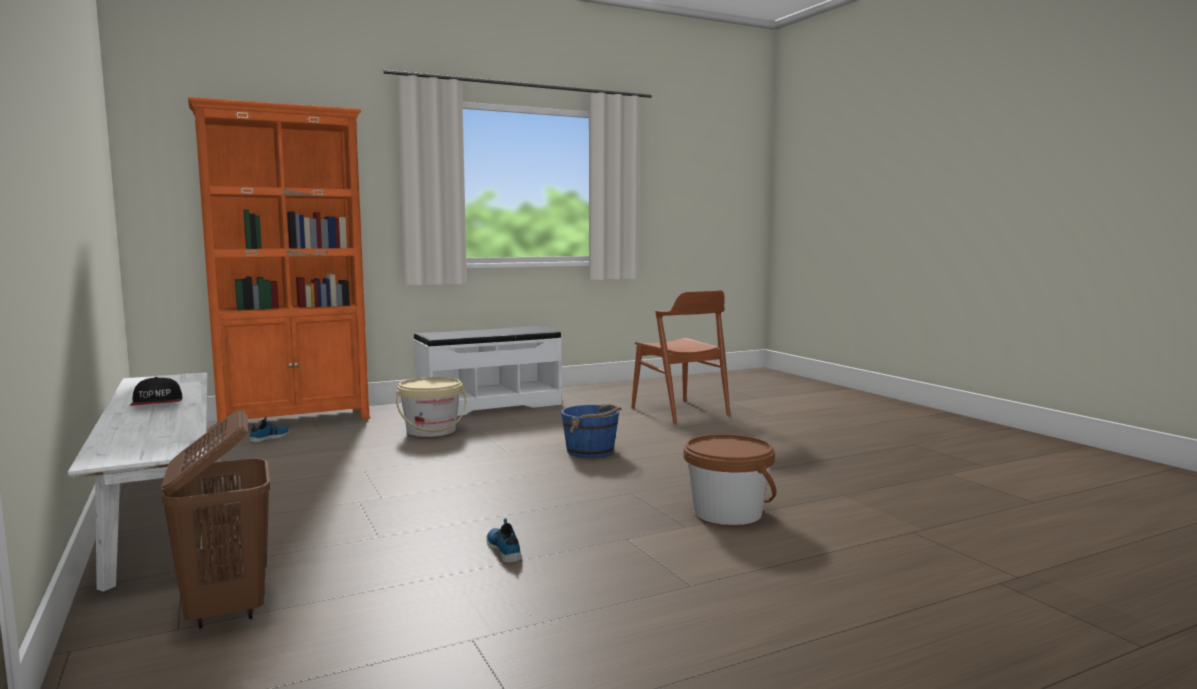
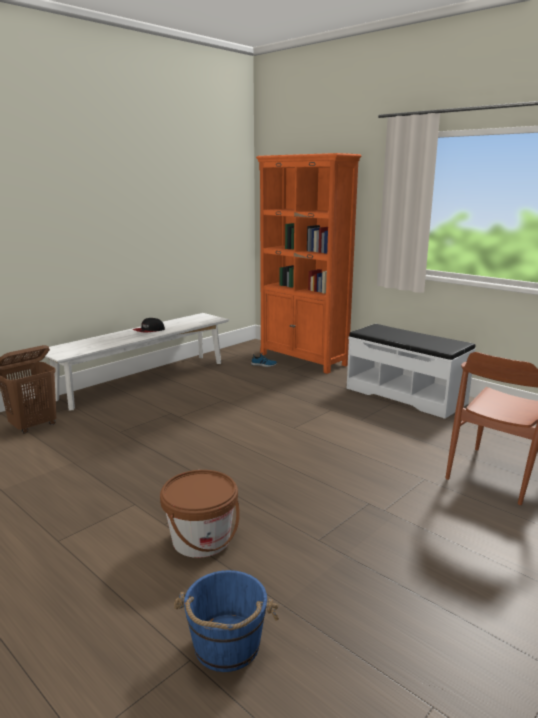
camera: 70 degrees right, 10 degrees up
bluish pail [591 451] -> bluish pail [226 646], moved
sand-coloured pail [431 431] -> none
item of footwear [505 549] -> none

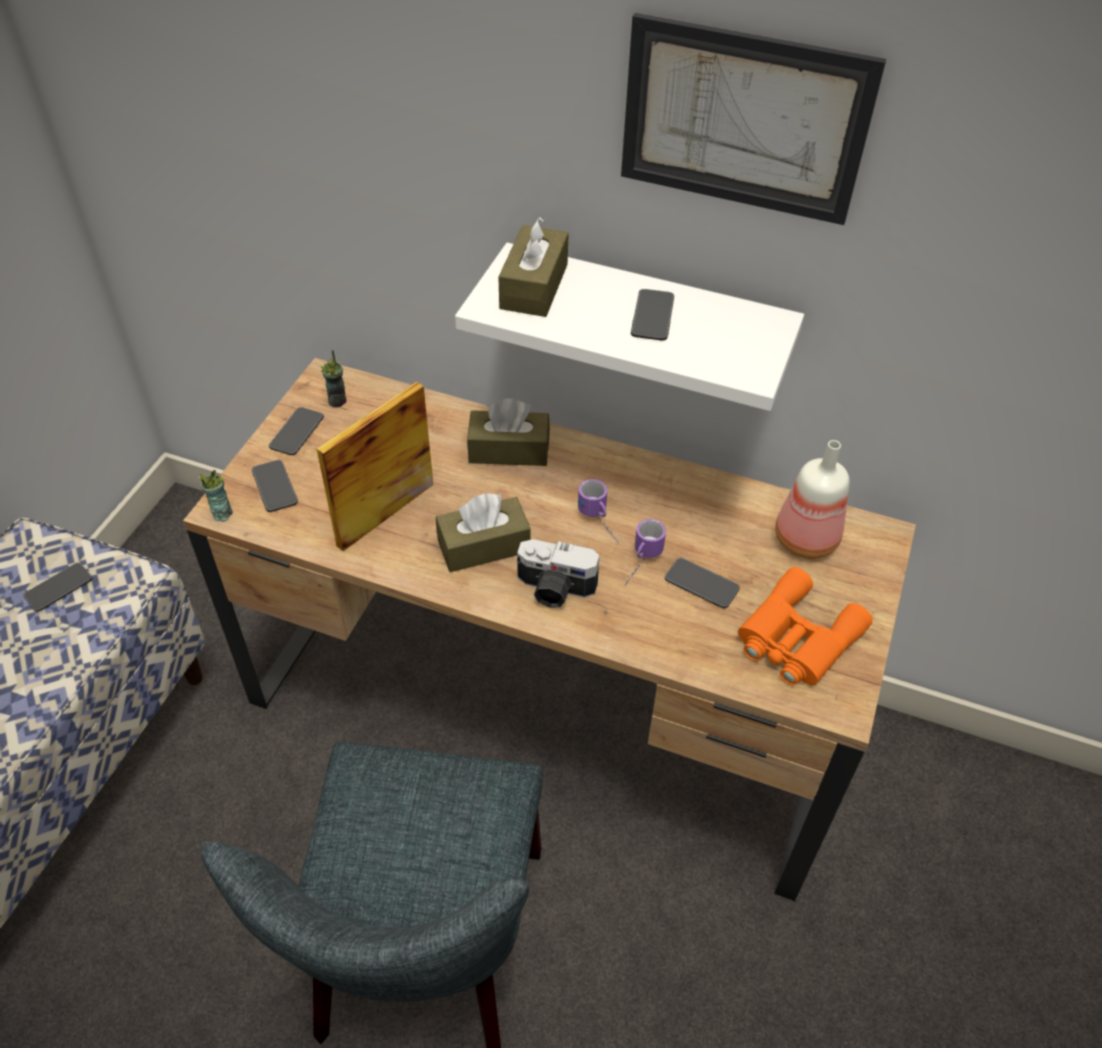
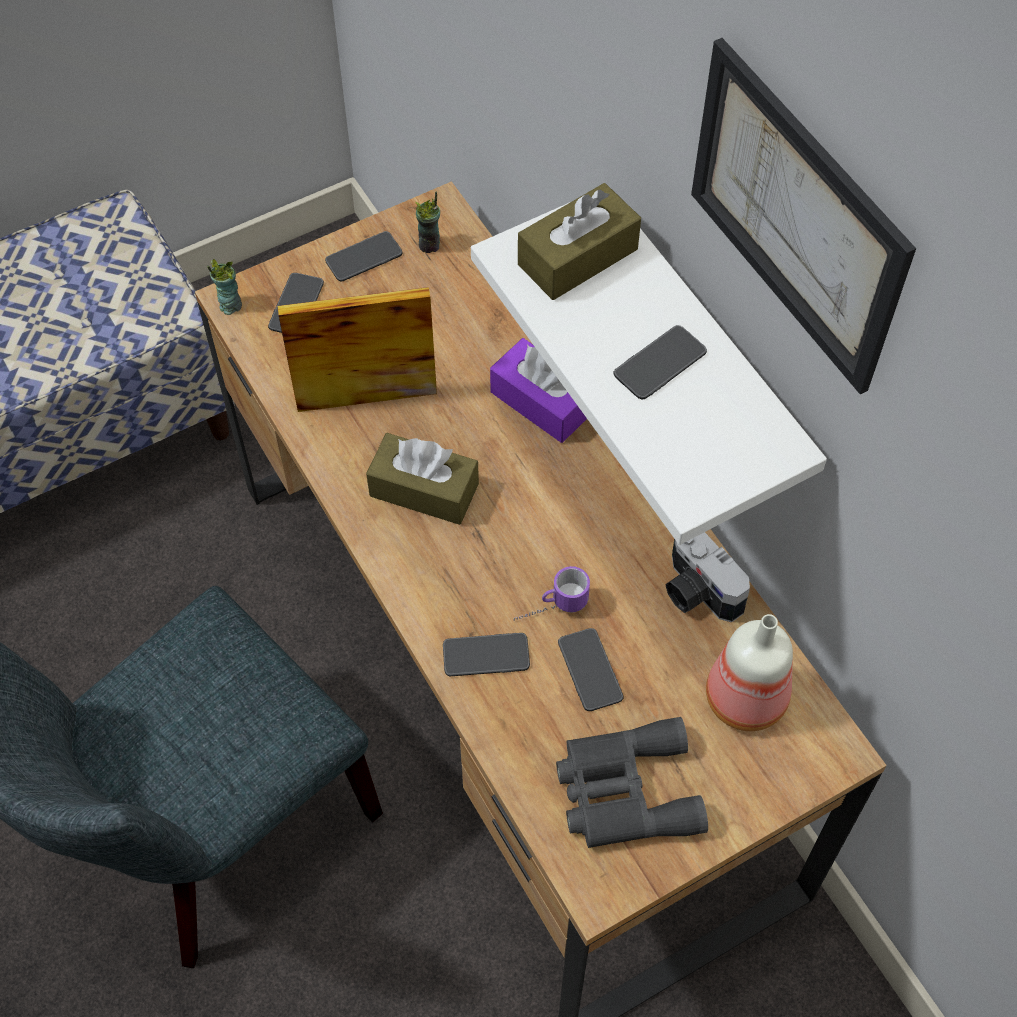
camera: 40 degrees right, 10 degrees up
telephone [58 588] -> telephone [486 655], moved
brown-coloured tissue box [509 450] -> purple tissue box [541 402]
orangey field glasses [795 639] -> grey field glasses [624 791]
photo camera [554 590] -> photo camera [696 591], moved
tea mug [600 524] -> none

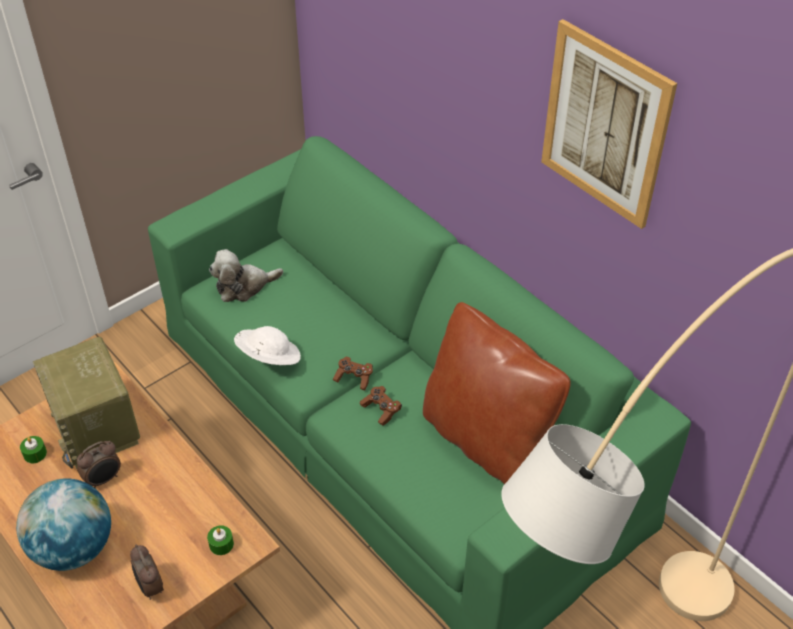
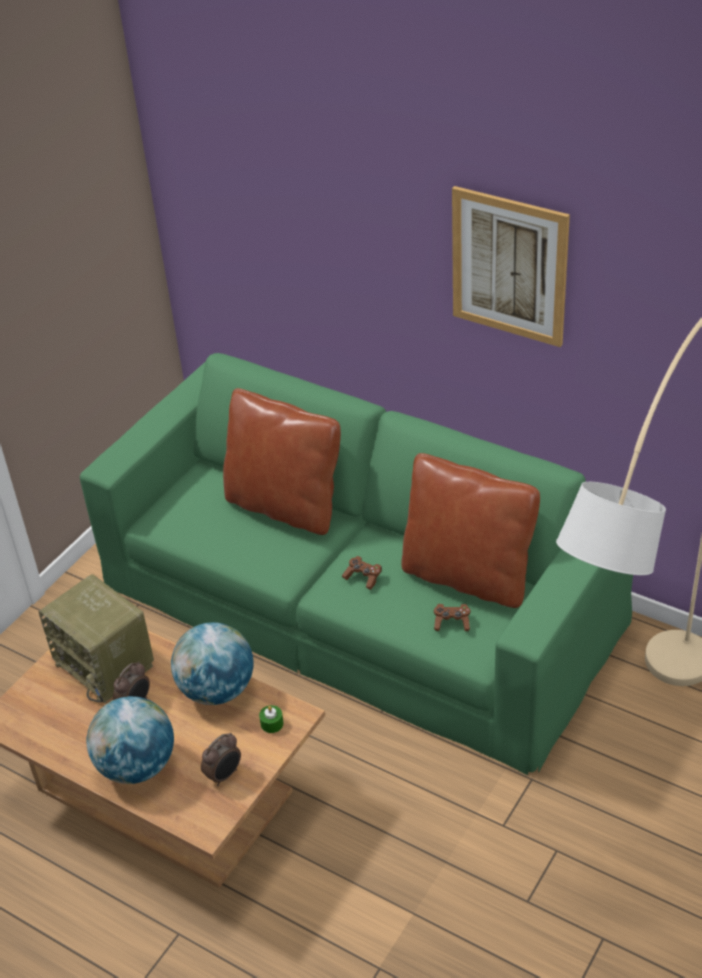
camera: 15 degrees left, 5 degrees down
none -> world globe [217 690]
bedside clock [150 587] -> bedside clock [224 775], 90 degrees counterclockwise
none -> brown-coloured pillow [285 506]
brown-coloured gamepad [354 378] -> brown-coloured gamepad [452 622], moved
green-coloured wax light [35 454] -> none
plush toy [244 286] -> none
white-coloured clothing hat [268 358] -> none

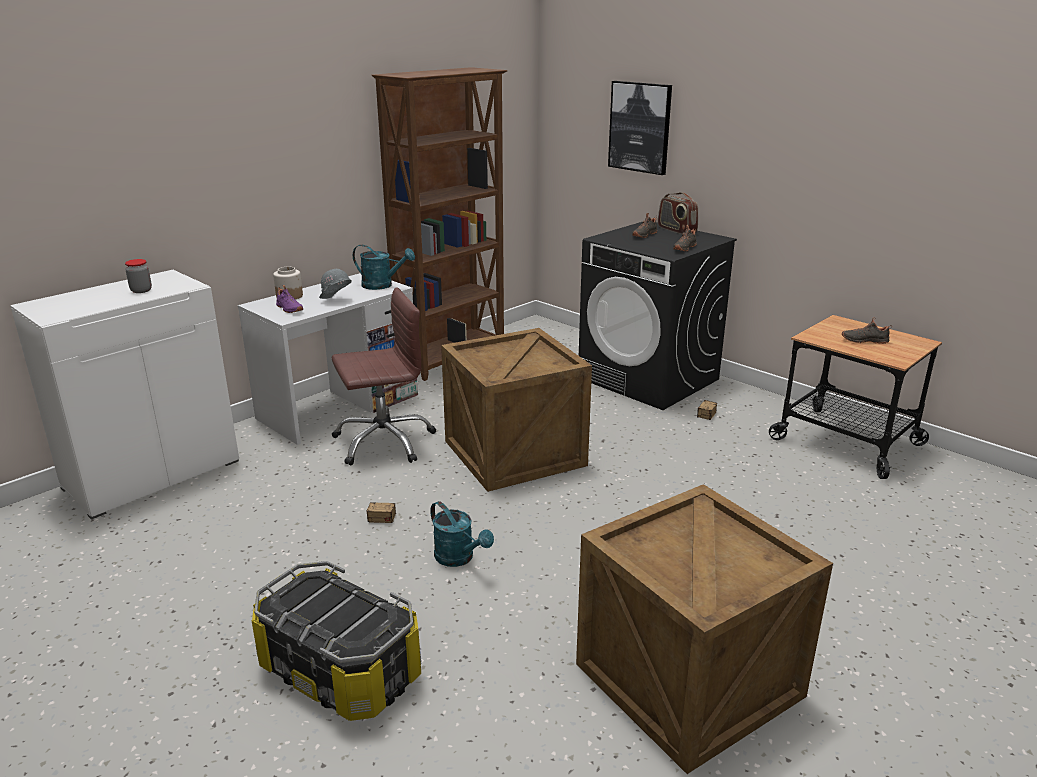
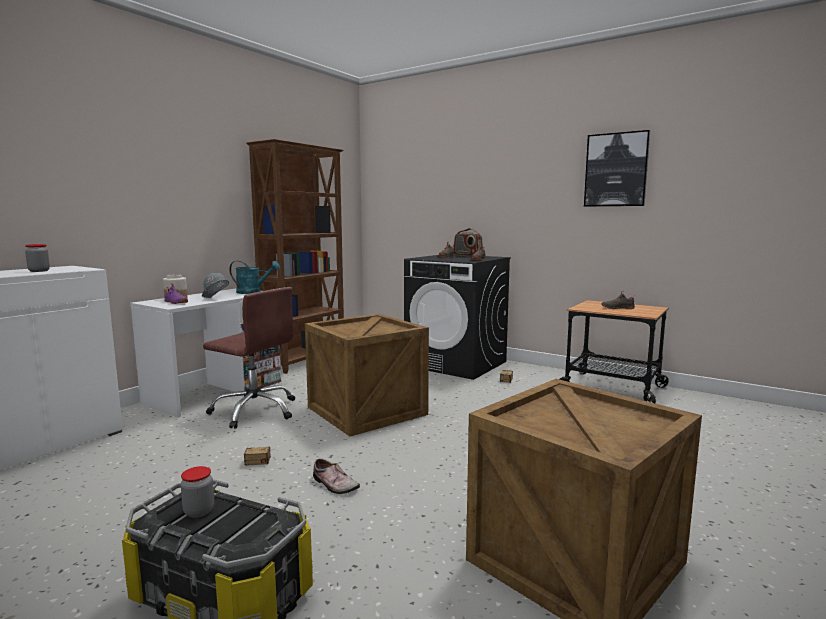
camera: 10 degrees left, 15 degrees down
none -> jar [199 511]
brown-coloured office chair [383 441] -> brown-coloured office chair [255 410], 60 degrees clockwise
blue-green watering pot [459 558] -> item of footwear [333 485]
wall art [640 127] -> wall art [616 170], moved

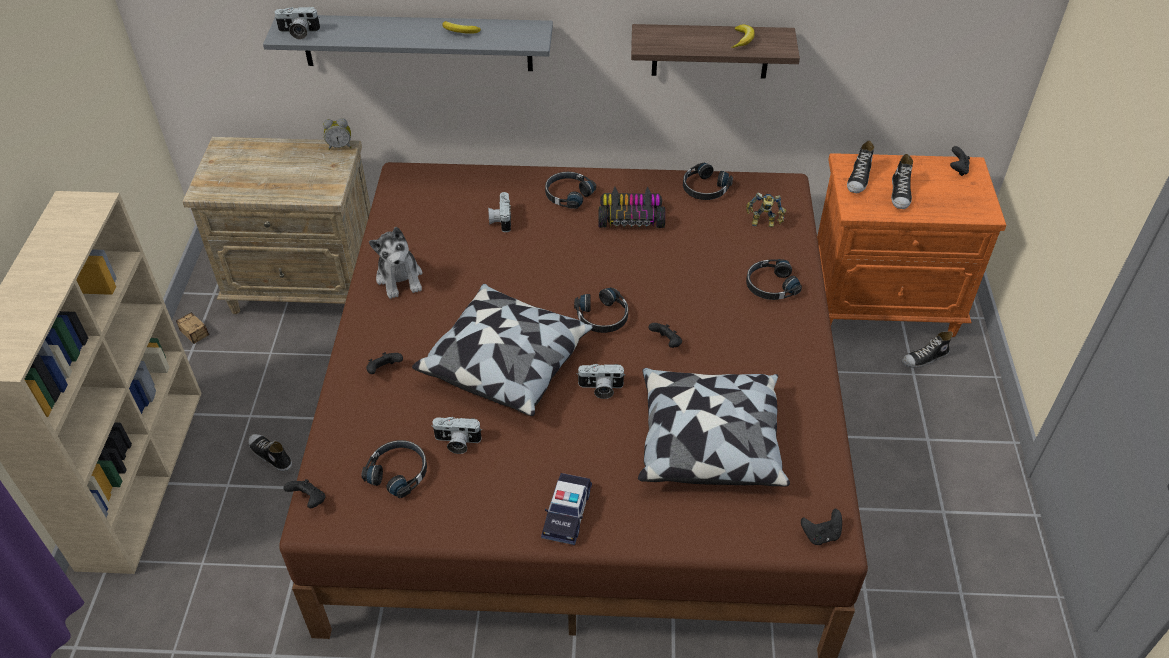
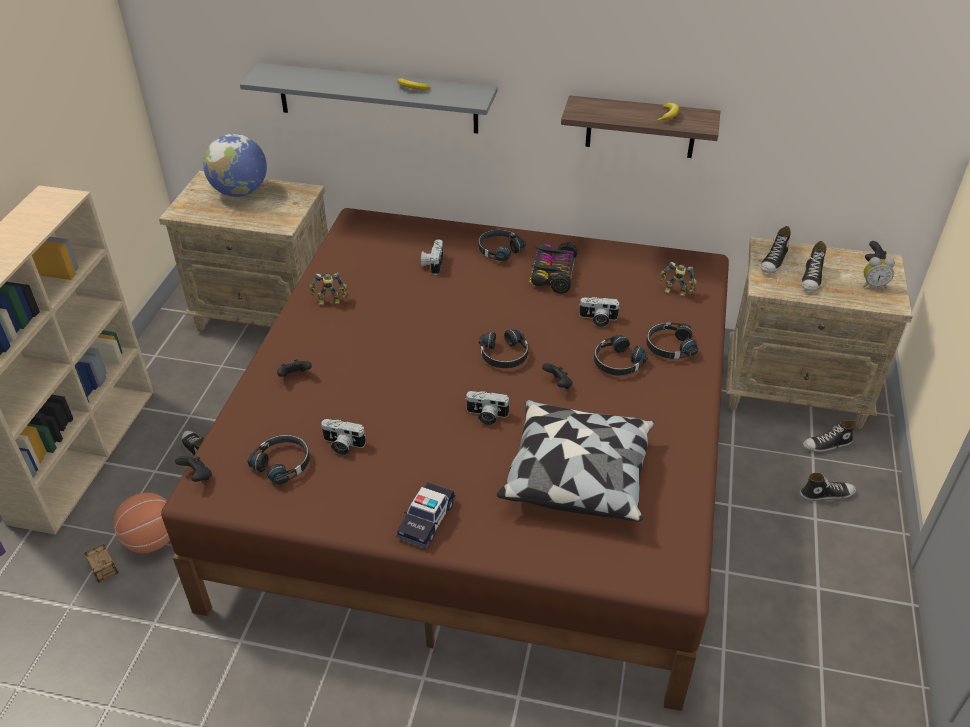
camera: 10 degrees right, 5 degrees down
storage box [204 342] -> storage box [110 582], moved
none -> ball for basketball [152 540]
none -> world globe [240 192]
plush toy [400 278] -> model robot [330 302]
toy car [631 217] -> toy car [552 274], 90 degrees counterclockwise
photo camera [298 33] -> photo camera [598 319], moved
black headphones [704 188] -> black headphones [617 362], moved
orangey bedside table [883 303] -> sand-coloured bedside table [795 390]
none -> item of footwear [826 494]
bedside clock [340 146] -> bedside clock [873 285], moved
pillow [506 363] -> none
black gamepad [821 535] -> none

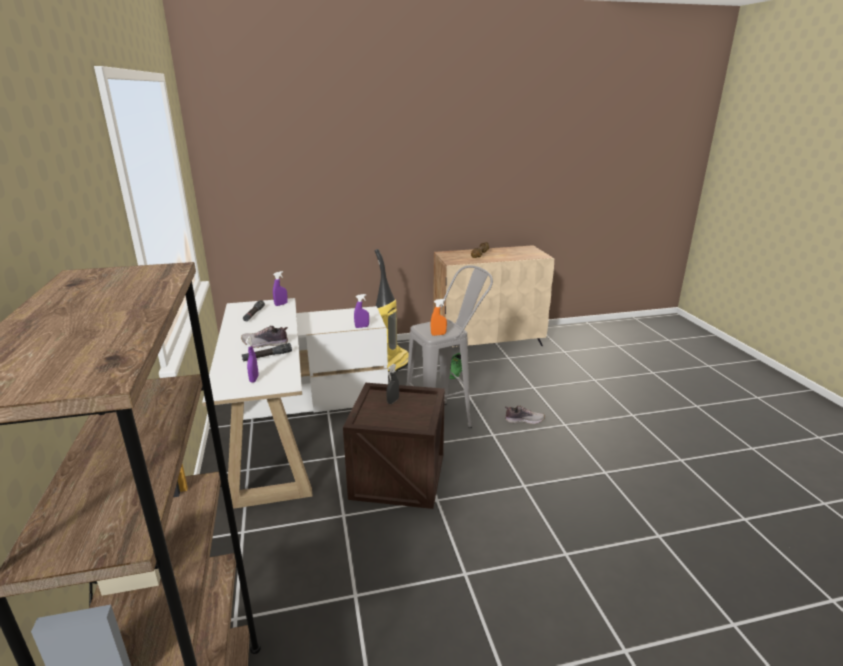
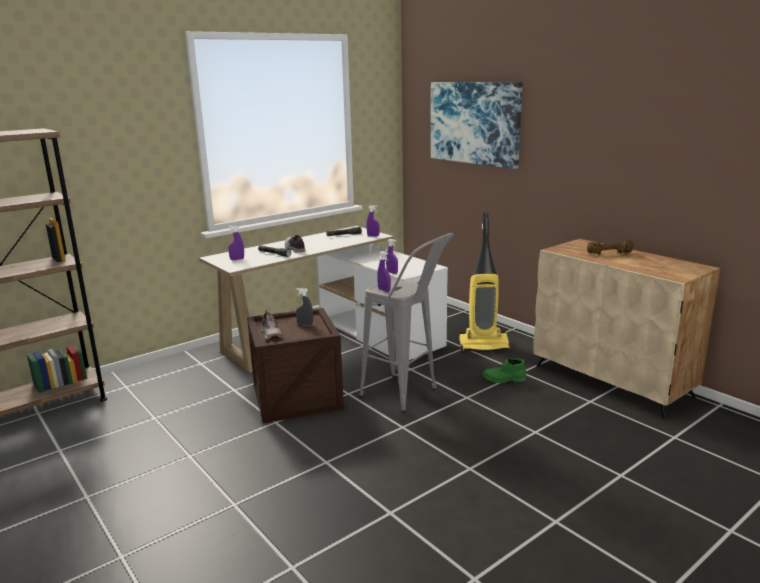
camera: 65 degrees right, 5 degrees down
item of footwear [523 420] -> item of footwear [272 334], moved
orangey hand sprayer [438 334] -> purple hand sprayer [384 290]
none -> wall art [474 123]

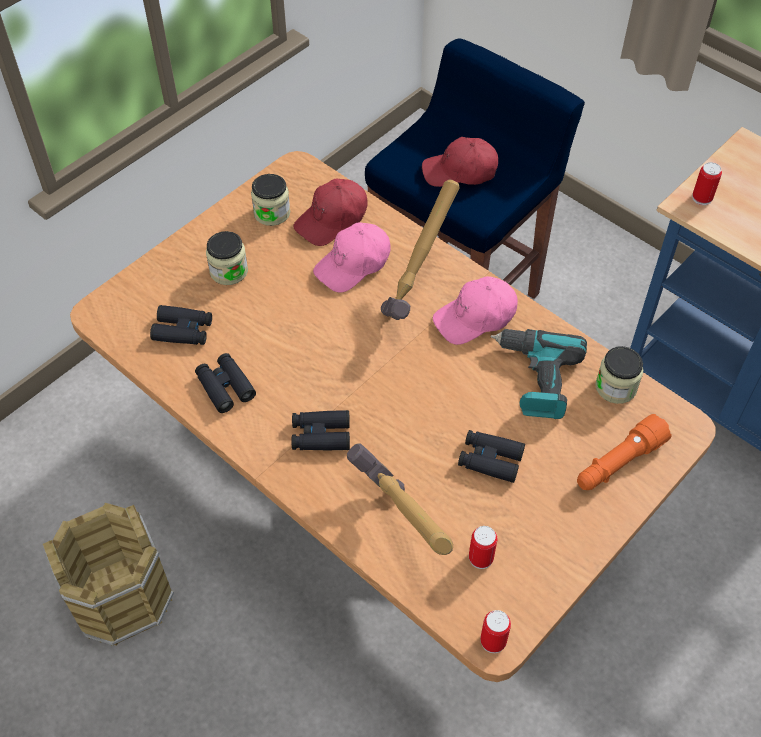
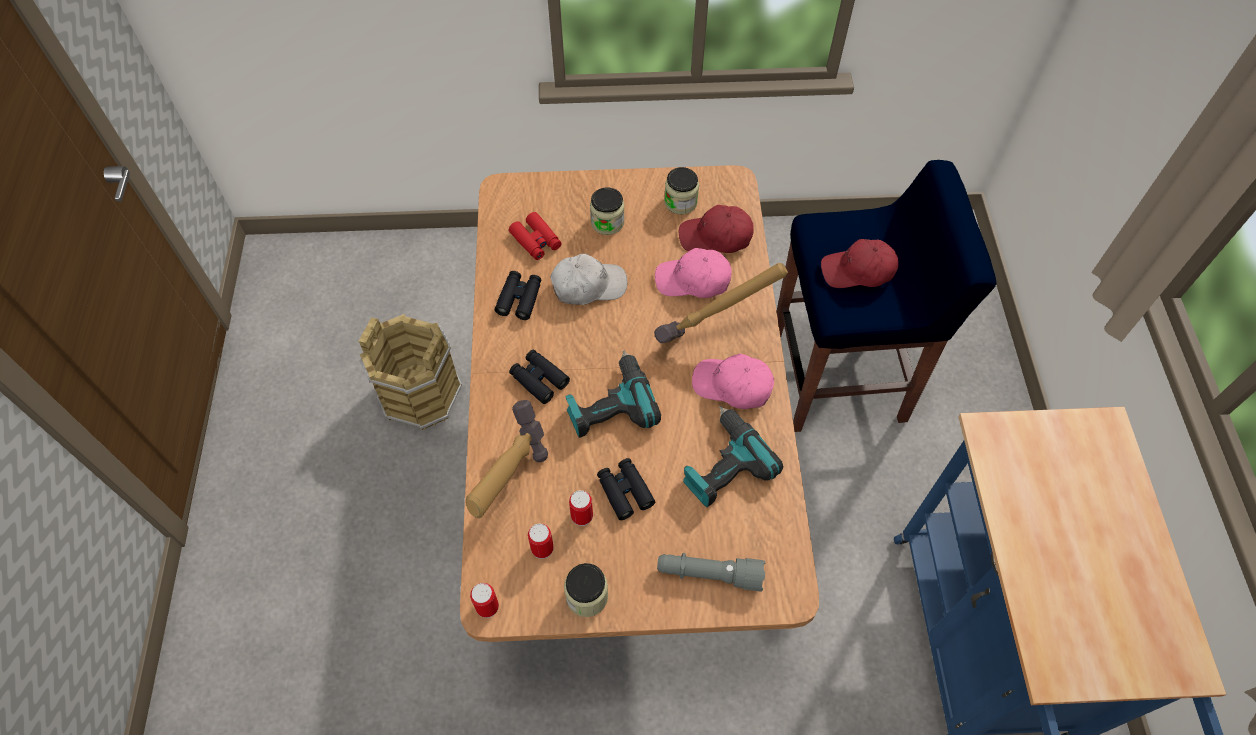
camera: 45 degrees right, 5 degrees up
black field glasses [183 330] -> reddish field glasses [536 241]
none -> white-coloured cap [588 285]
jar [615 387] -> jar [587 596], moved
none -> power drill [609 404]
sealed can [702 198] -> sealed can [582 516], moved
orangey torch [618 463] -> grey torch [709 574]
reddish cap [460 171] -> reddish cap [858 271], 45 degrees counterclockwise

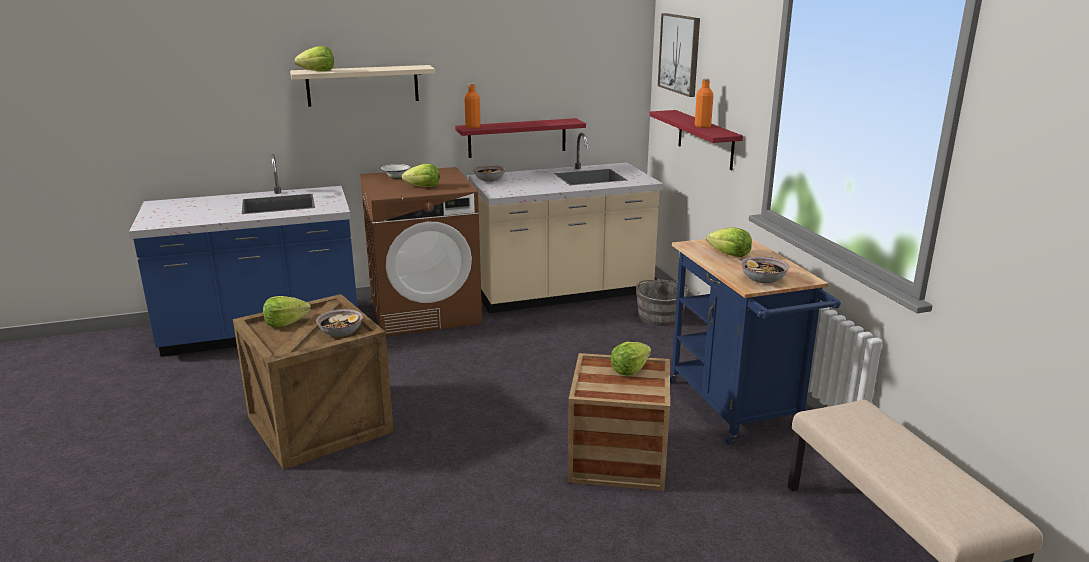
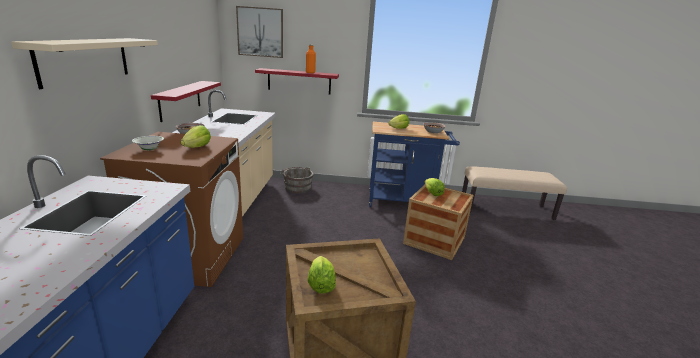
camera: 70 degrees left, 0 degrees up
lettuce [318 71] -> none
bowl [341 332] -> none
orangey beverage bottle [473 127] -> none

